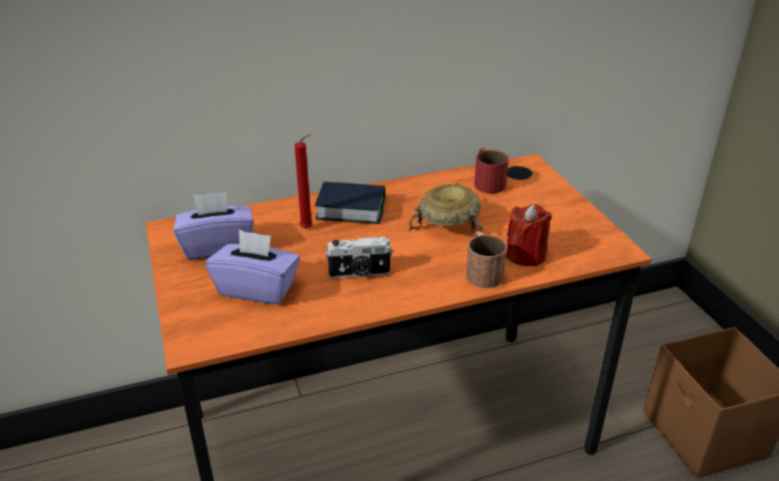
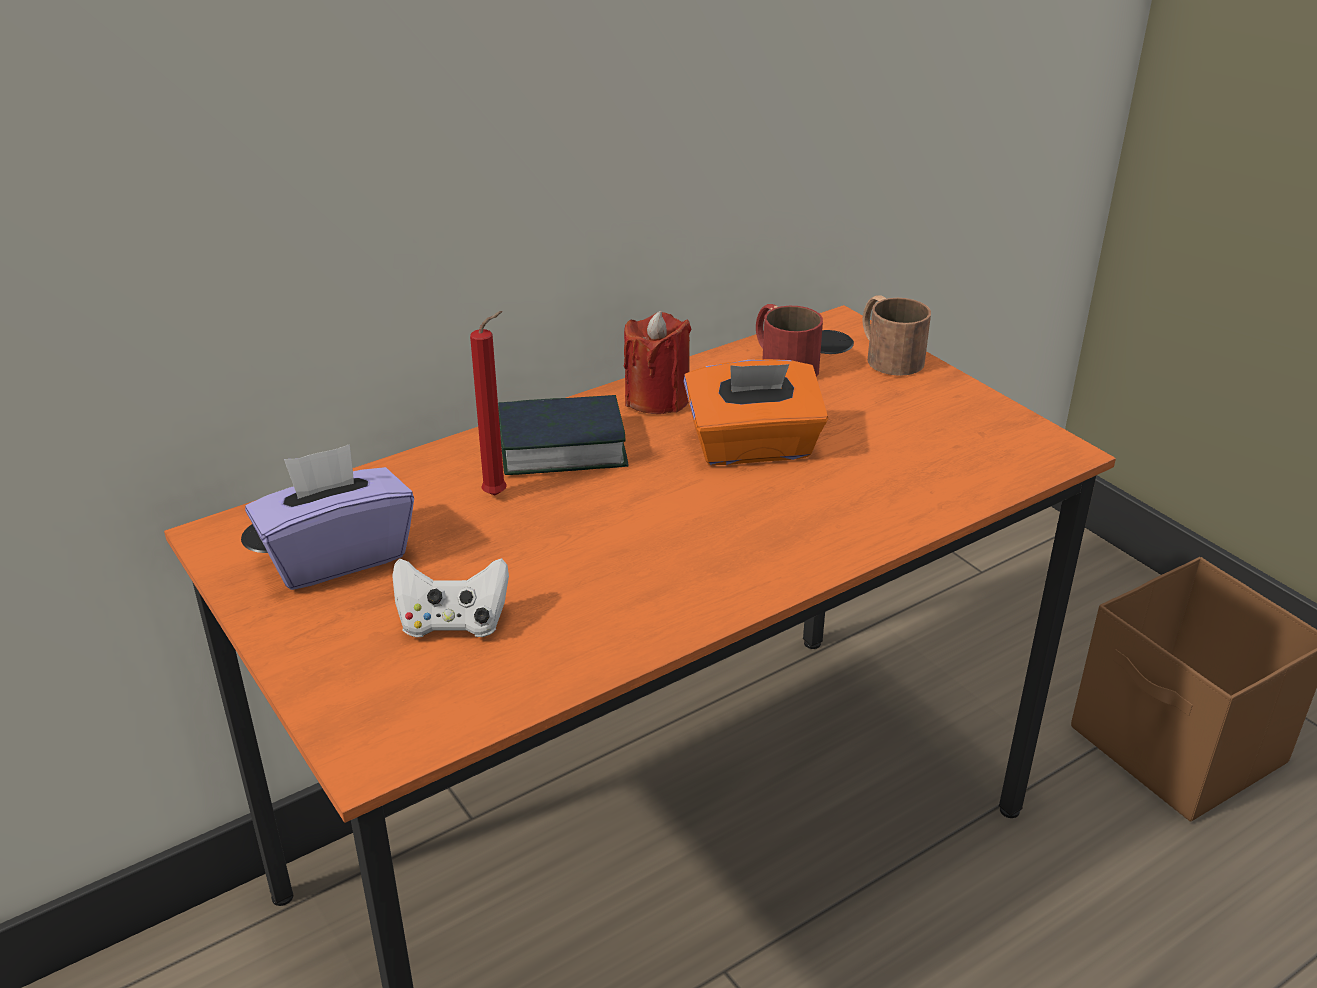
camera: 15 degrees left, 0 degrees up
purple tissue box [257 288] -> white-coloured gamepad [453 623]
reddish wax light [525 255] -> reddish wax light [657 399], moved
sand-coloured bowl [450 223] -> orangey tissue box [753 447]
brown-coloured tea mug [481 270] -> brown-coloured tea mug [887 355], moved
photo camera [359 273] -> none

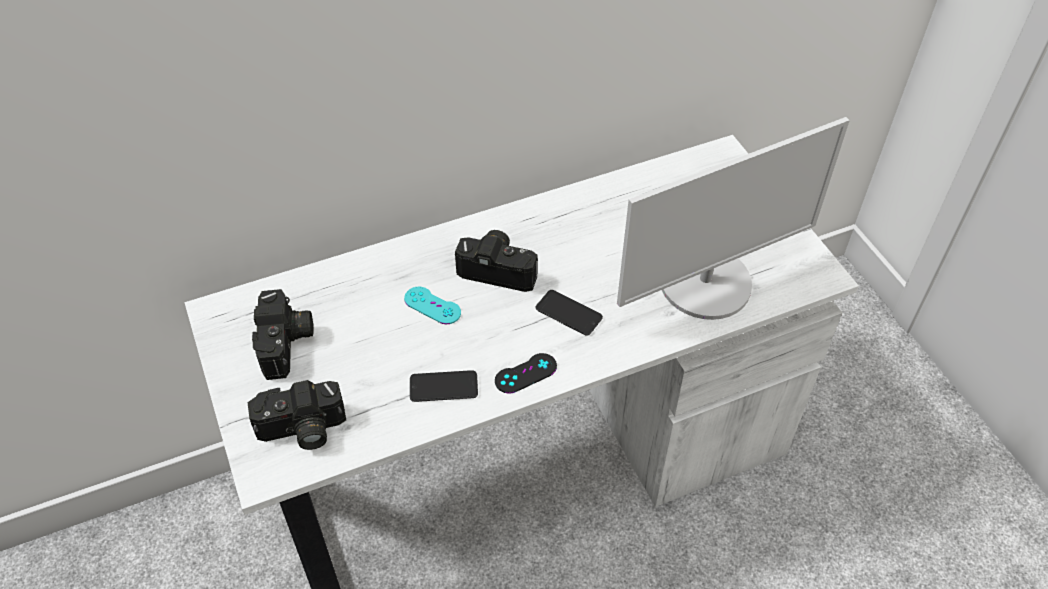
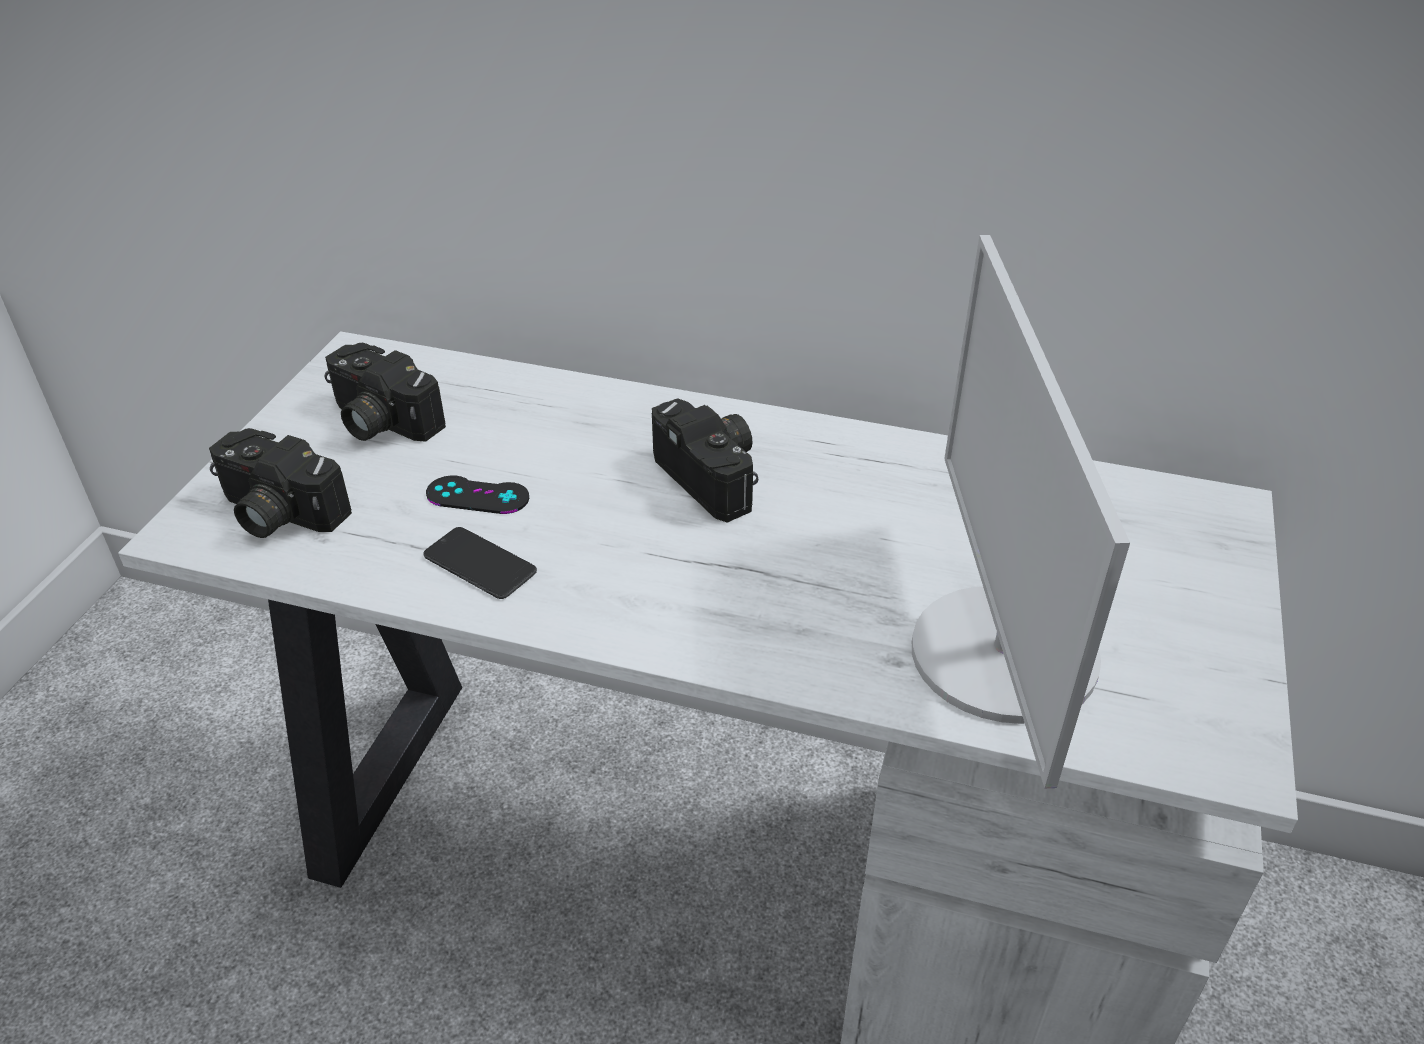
camera: 40 degrees right, 10 degrees down
photo camera [287 344] -> photo camera [379 421], 90 degrees clockwise
black gamepad [525 373] -> black gamepad [477 495], moved
computer screen [706 283] -> computer screen [1001 656], 75 degrees clockwise
blue-green gamepad [432 305] -> none
telephone [568 313] -> none

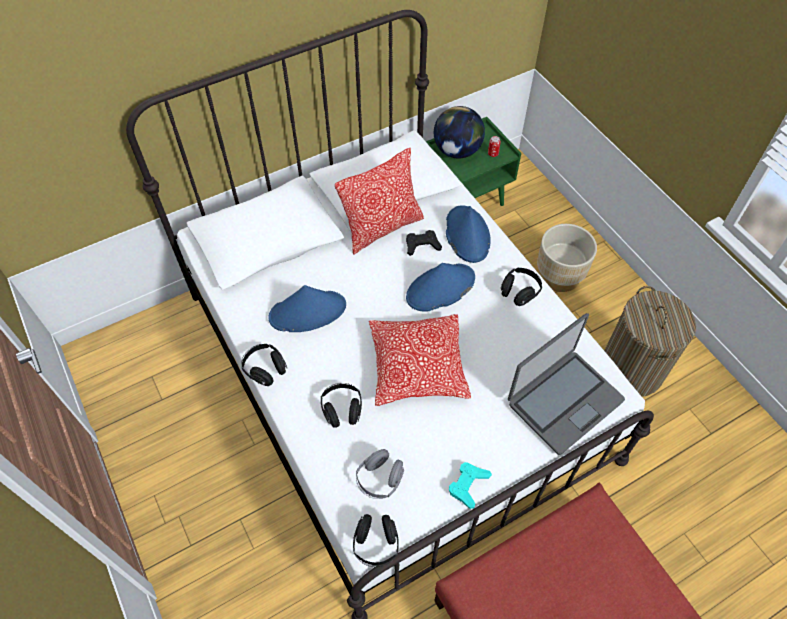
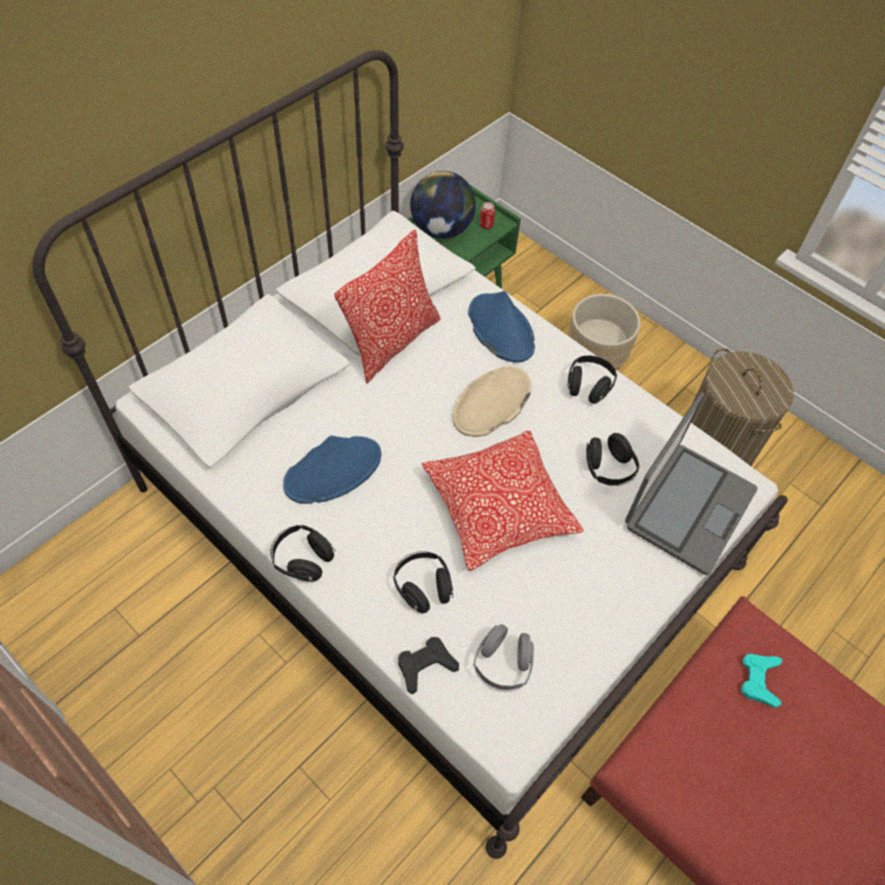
camera: 20 degrees left, 0 degrees up
black gamepad [422 245] -> black gamepad [425 665], moved
bluish clothing hat [440 288] -> sand-coloured clothing hat [491 403]
black headphones [376 544] -> black headphones [608 469], moved
blue-green gamepad [468 485] -> blue-green gamepad [759 680], moved

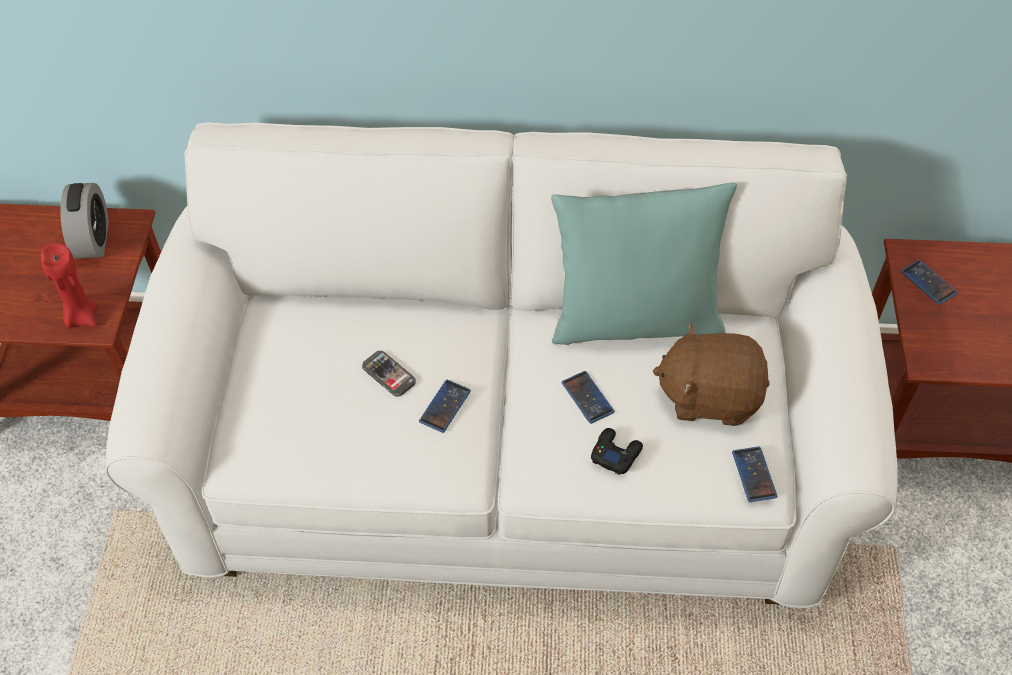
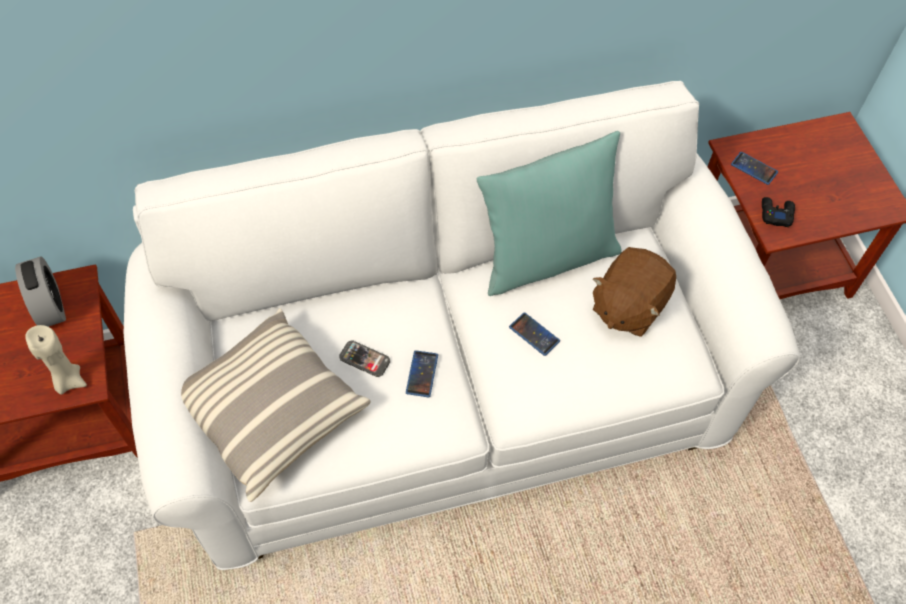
camera: 20 degrees left, 5 degrees up
reddish wax light [81 317] -> sand-coloured wax light [68 380]
none -> pillow [269 411]
brown-coloured plush toy [709 395] -> brown-coloured plush toy [627 306], 45 degrees counterclockwise
black gamepad [615 453] -> black gamepad [775 214], moved
telephone [754 474] -> none

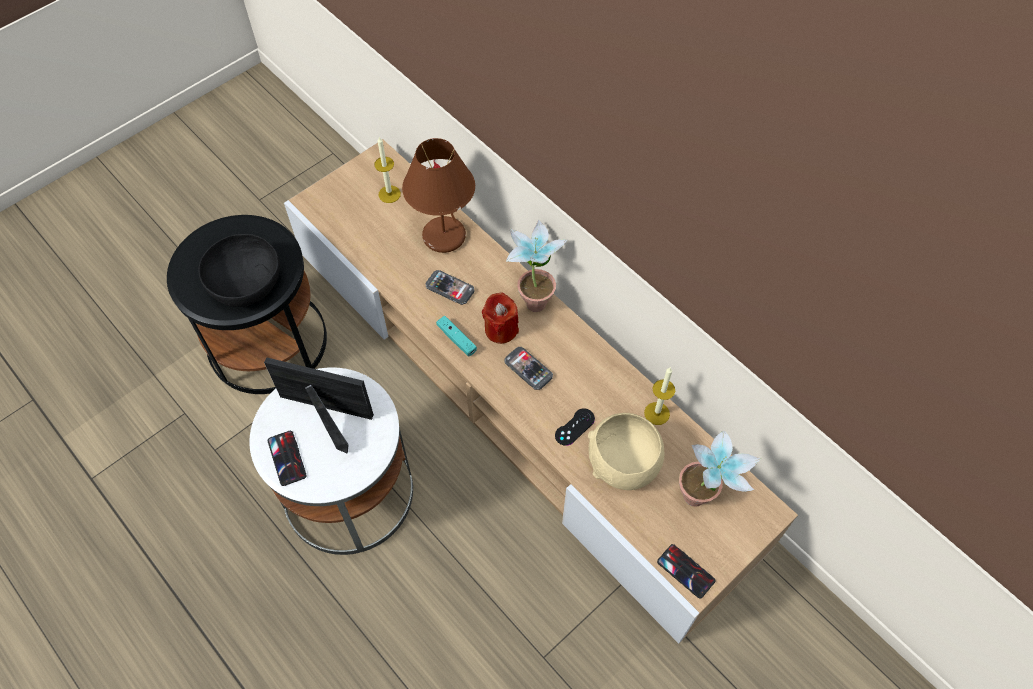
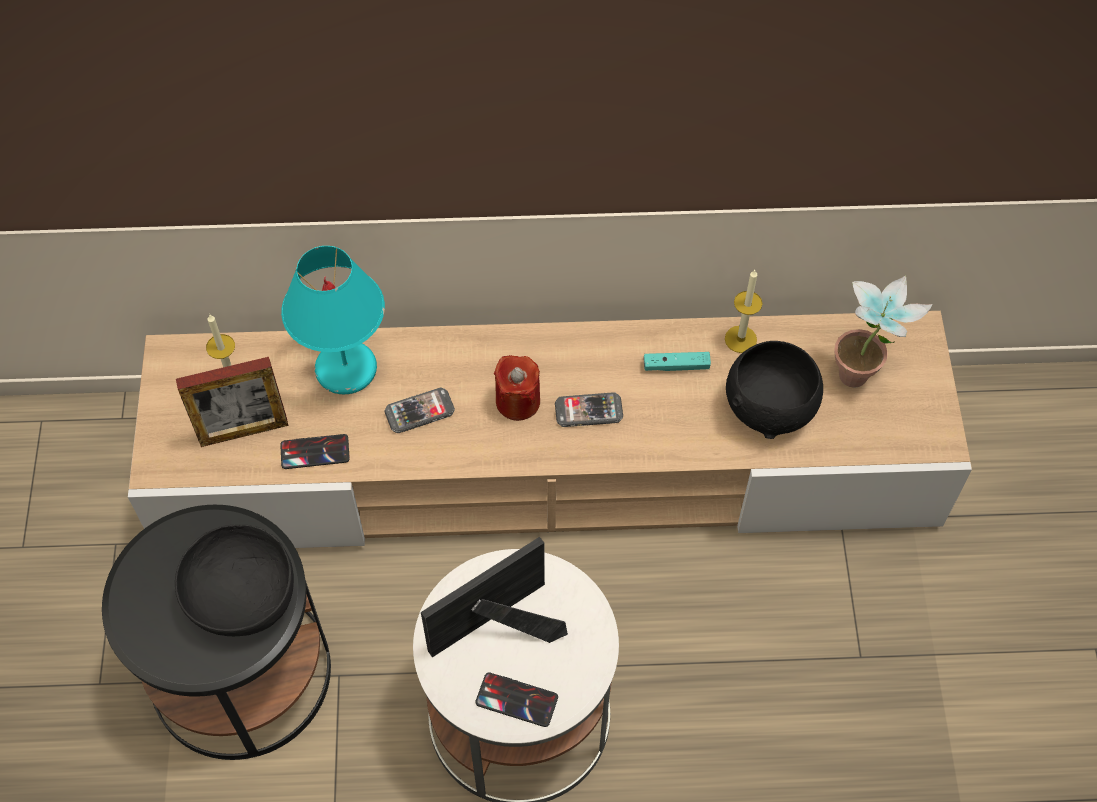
camera: 50 degrees left, 0 degrees up
none -> standing frame [243 431]
telephone [686 571] -> telephone [315 452], moved
brown-coloured lamp for a table [443 236] -> blue-green lamp for a table [345 370]
blue-green gamepad [456 339] -> blue-green gamepad [676 366], moved
sand-coloured bowl [624 465] -> black bowl [771 408]
houseplant [534 296] -> none
black gamepad [574 427] -> none

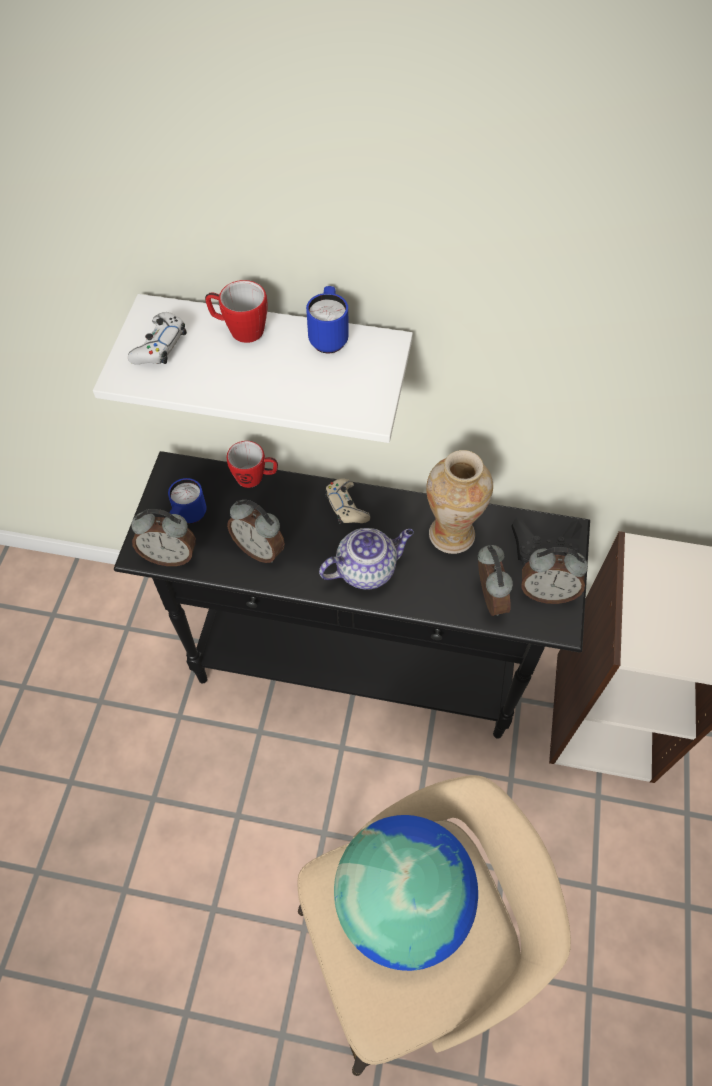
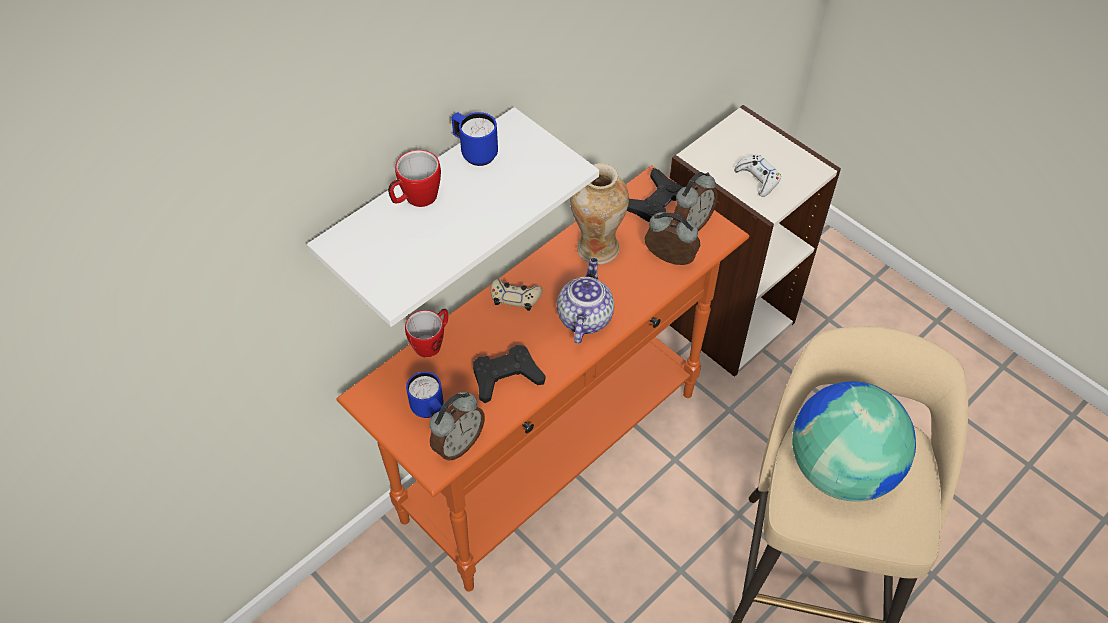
camera: 55 degrees left, 5 degrees down
black hall table [357 665] -> orangey hall table [553 455]
bedside clock [260 549] -> black gamepad [506 377]
white-coloured gamepad [159 346] -> white-coloured gamepad [757 179], moved

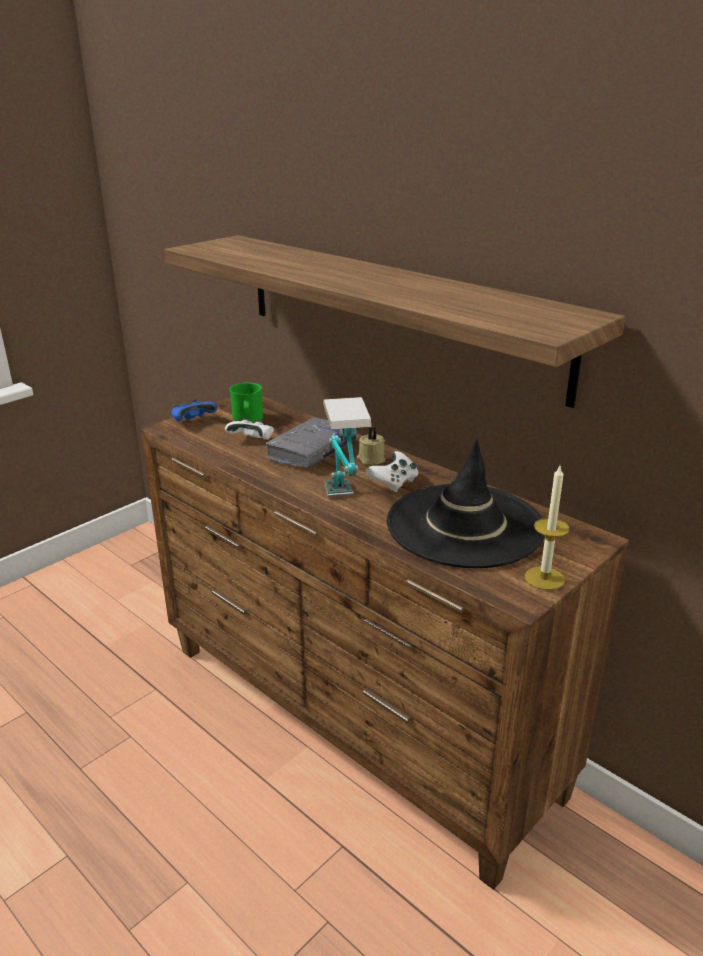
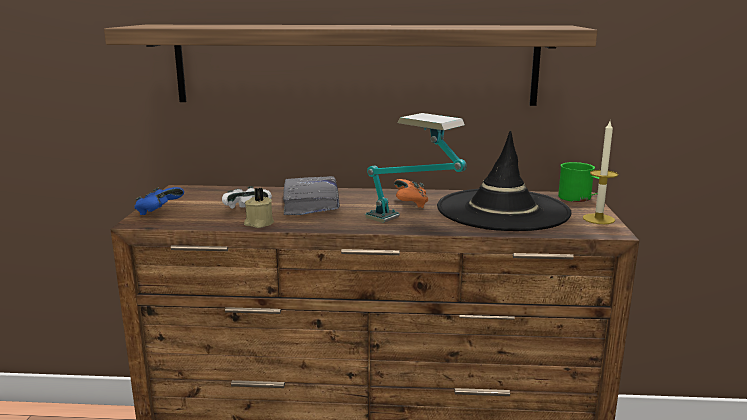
camera: 40 degrees left, 10 degrees down
sand-coloured wax light [370 459] -> sand-coloured wax light [258 223], moved
white-coloured gamepad [393 483] -> orangey gamepad [410 204]
green-coloured tea mug [247 420] -> green-coloured tea mug [579 198], moved

